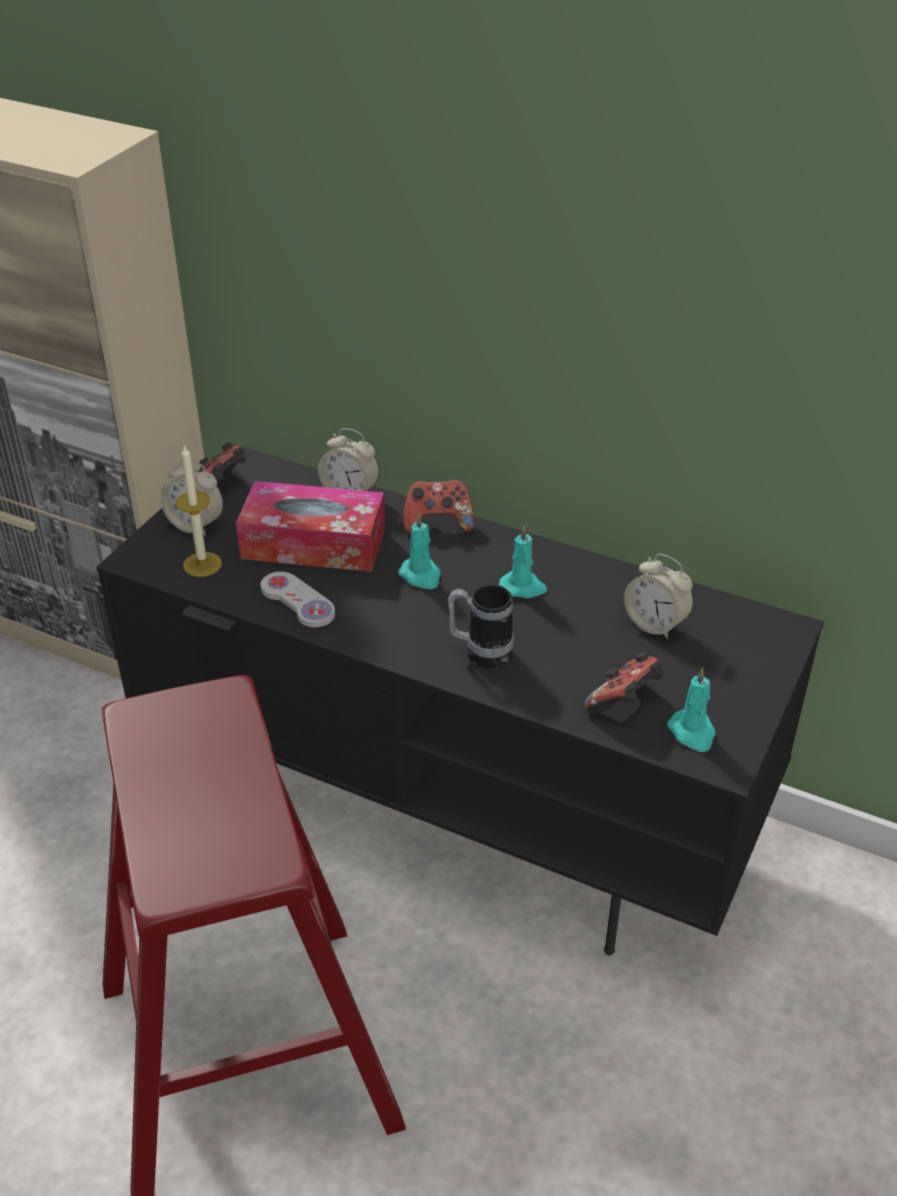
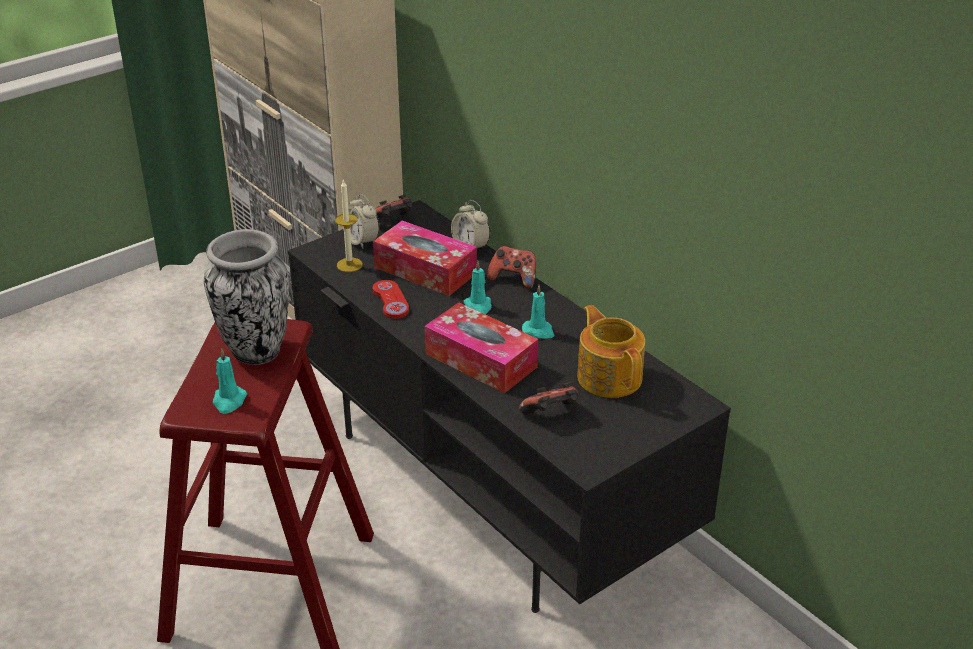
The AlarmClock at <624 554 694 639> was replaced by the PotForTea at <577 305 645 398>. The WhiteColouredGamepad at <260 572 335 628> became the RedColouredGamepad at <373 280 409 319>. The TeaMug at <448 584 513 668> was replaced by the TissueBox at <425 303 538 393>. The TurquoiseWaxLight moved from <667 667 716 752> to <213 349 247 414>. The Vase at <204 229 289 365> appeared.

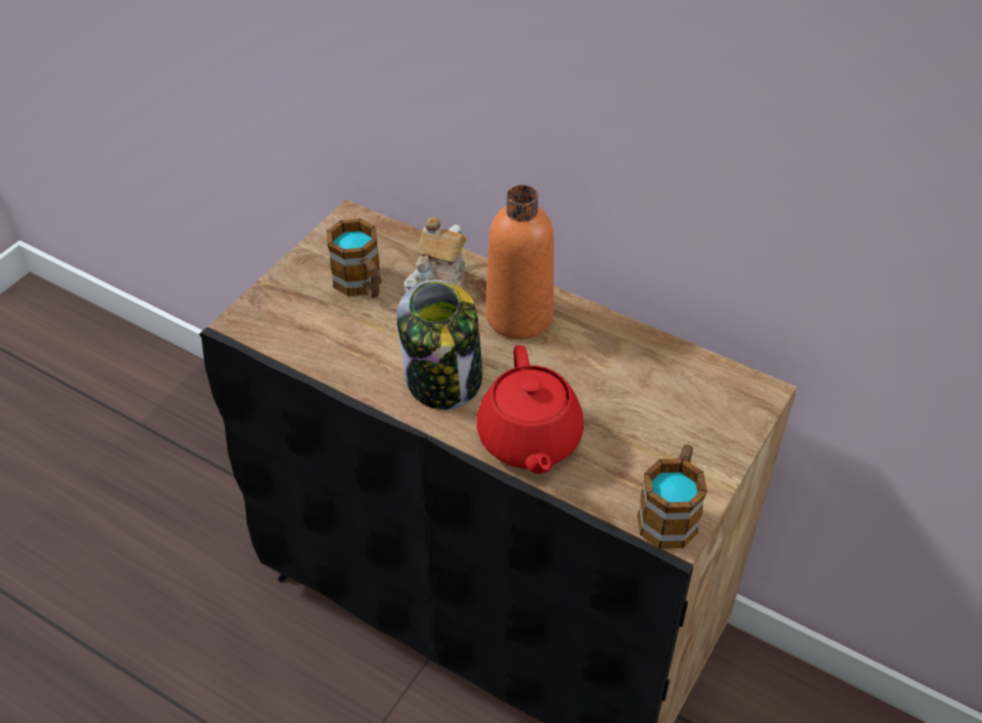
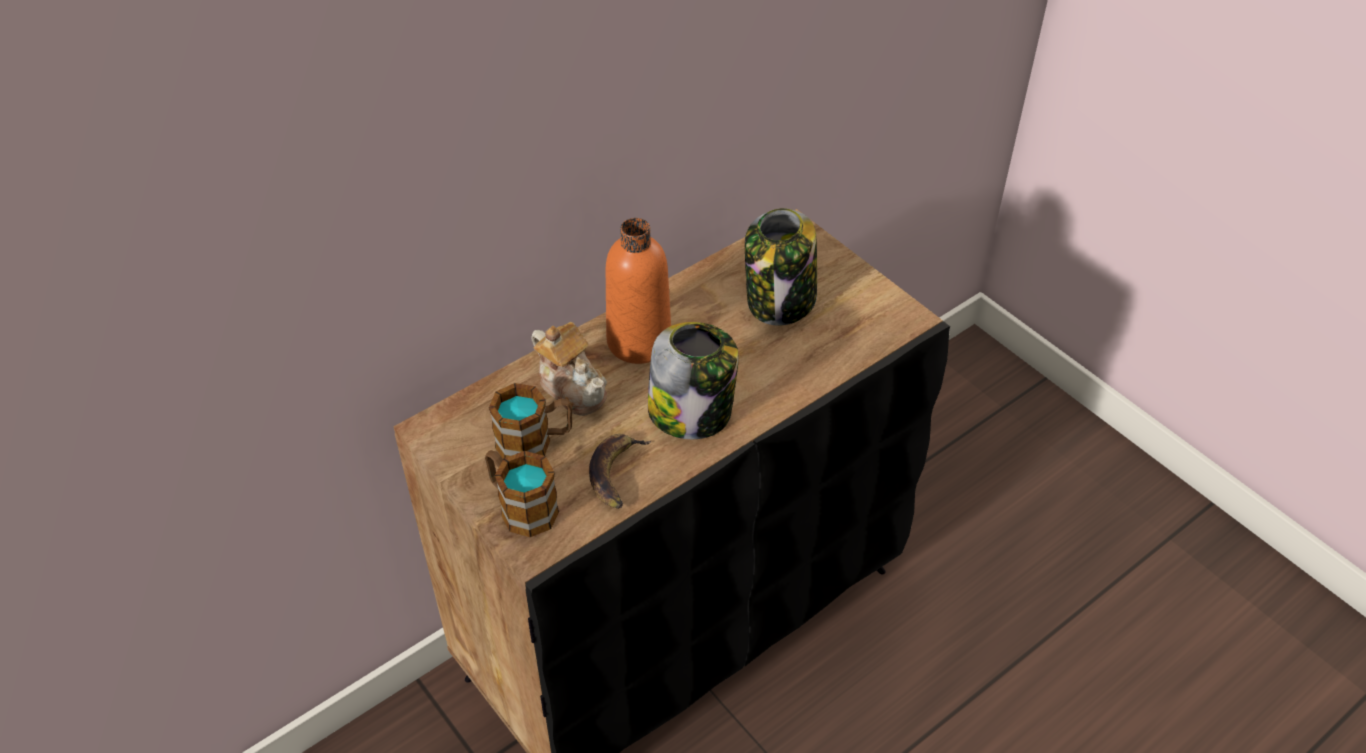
The RedColouredPotForTea at <477 345 584 474> disappeared. The TeaMug moved from <637 444 707 549> to <485 450 559 537>. The StorageJar at <745 208 817 326> appeared. The Banana at <589 434 652 509> appeared.

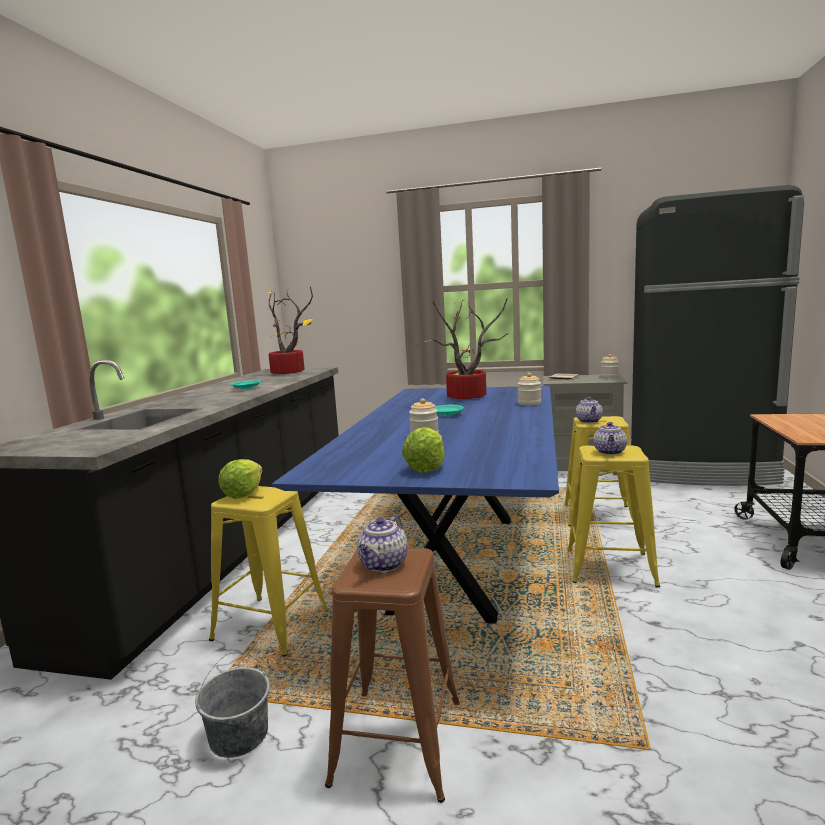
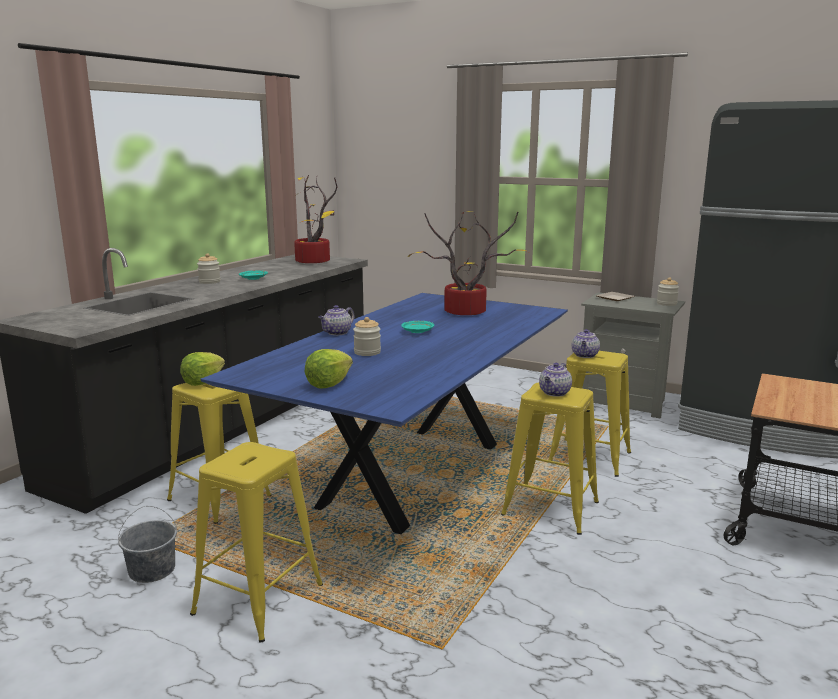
The StorageJar moved from <518 373 541 406> to <197 253 220 284>. The PotForTea moved from <357 515 408 572> to <318 305 354 335>. The BrownishSittingStool at <325 548 460 803> became the YellowSittingStool at <190 442 323 643>.

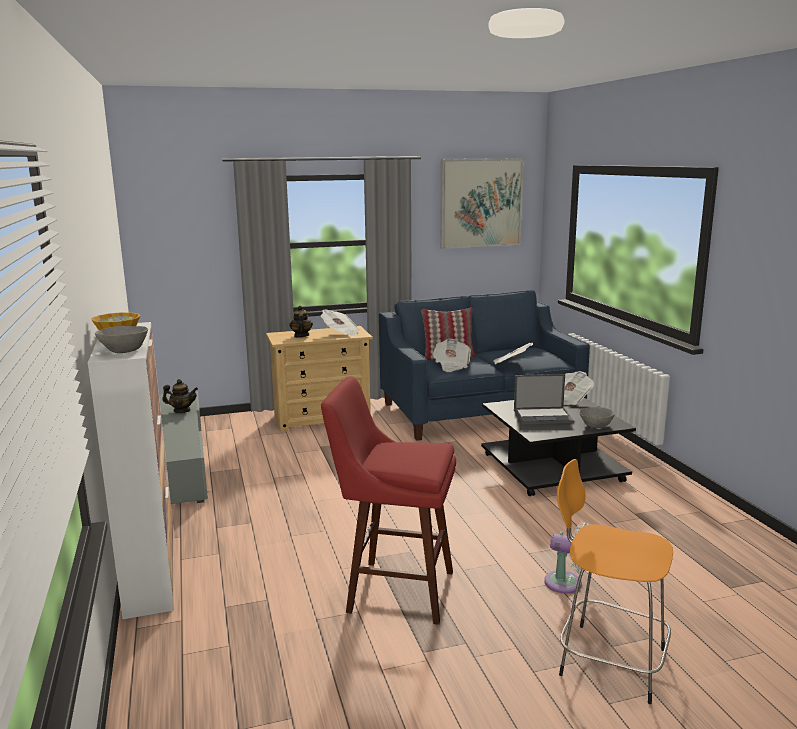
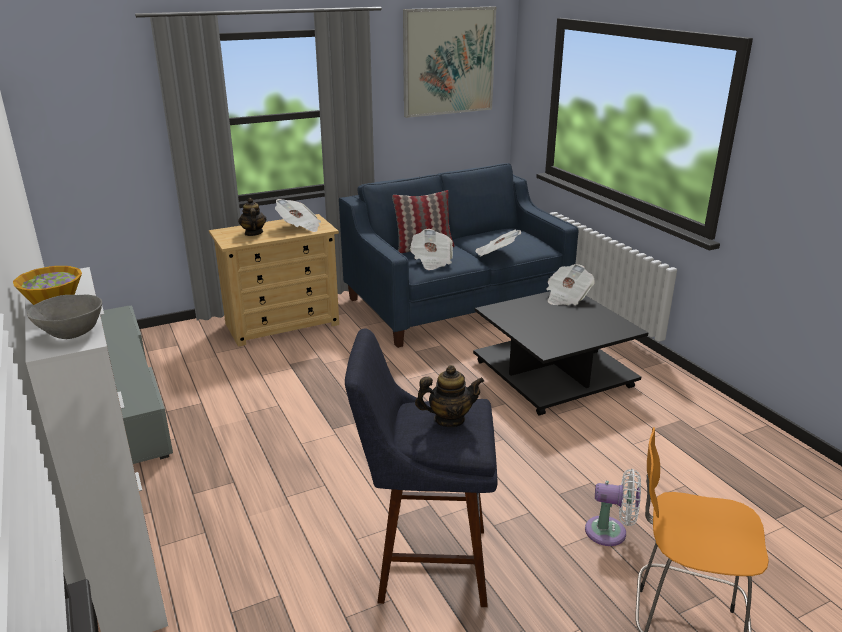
The NotebookComputer at <514 374 574 424> disappeared. The RedColouredSittingStool at <321 376 456 625> became the BlueSittingStool at <345 328 498 607>. The PotForTea moved from <162 379 198 413> to <415 365 484 428>. The GreyishDeepDish at <579 407 615 428> disappeared.

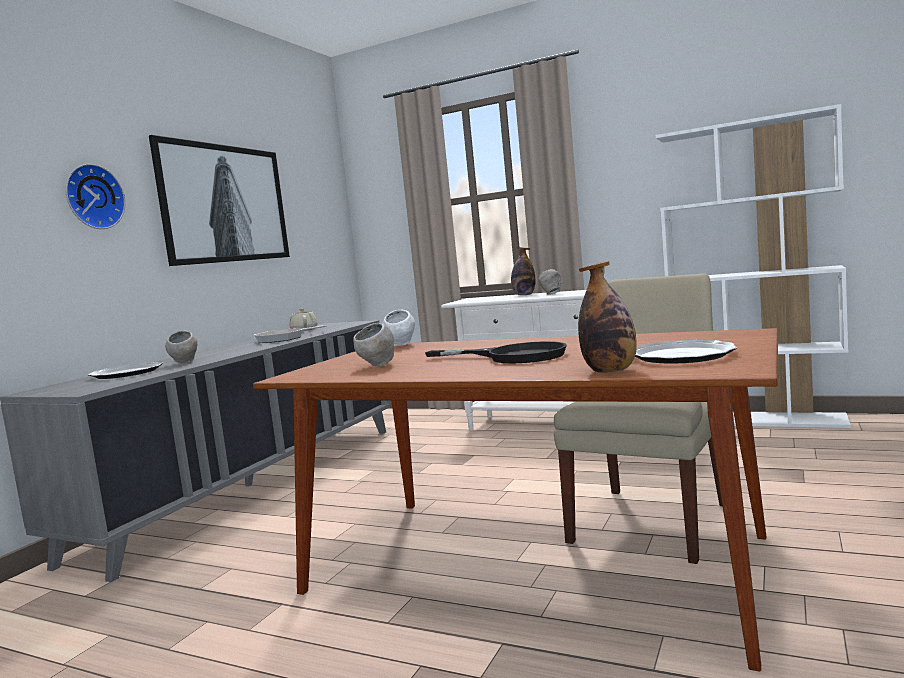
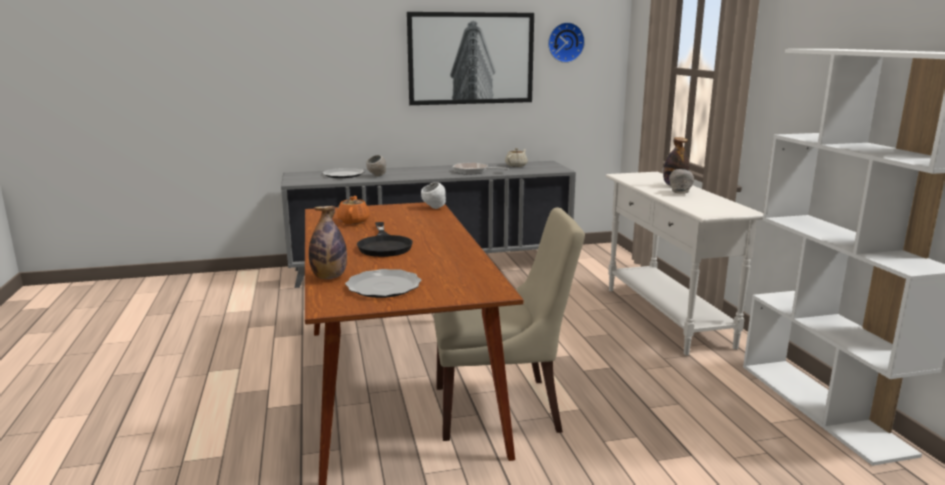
The HangingClock moved from <65 164 125 229> to <548 22 585 63>. The GreyishDeepDish at <353 323 394 366> was replaced by the OrangePotForTea at <337 196 370 224>.

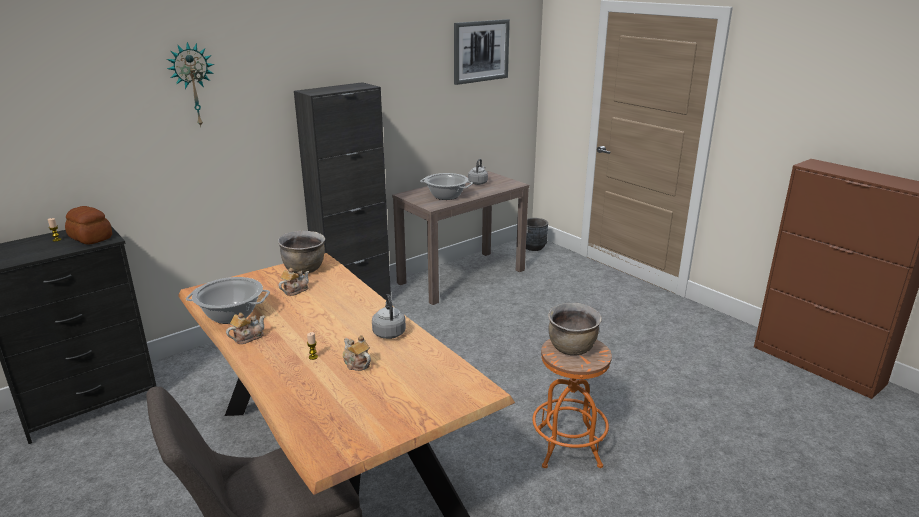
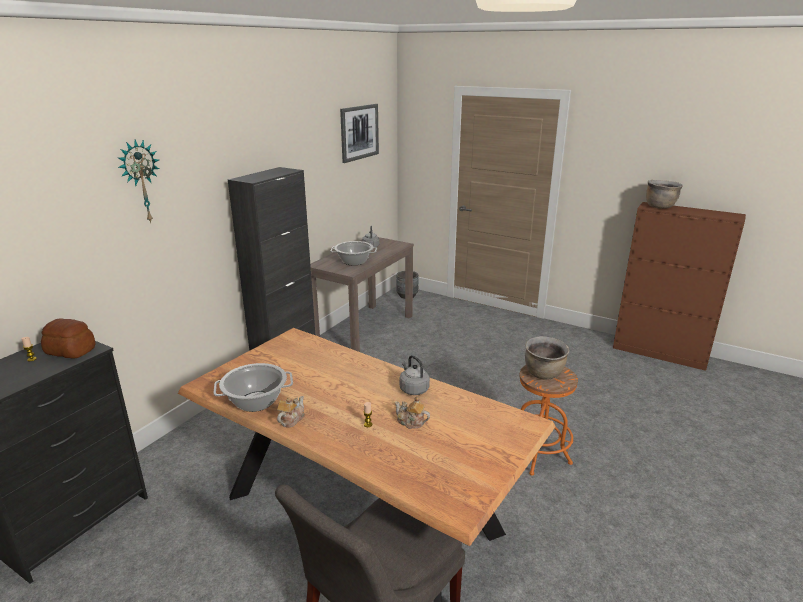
The BrownishCookingPot moved from <278 230 325 274> to <646 180 683 209>. The PotForTea at <279 268 309 296> disappeared.

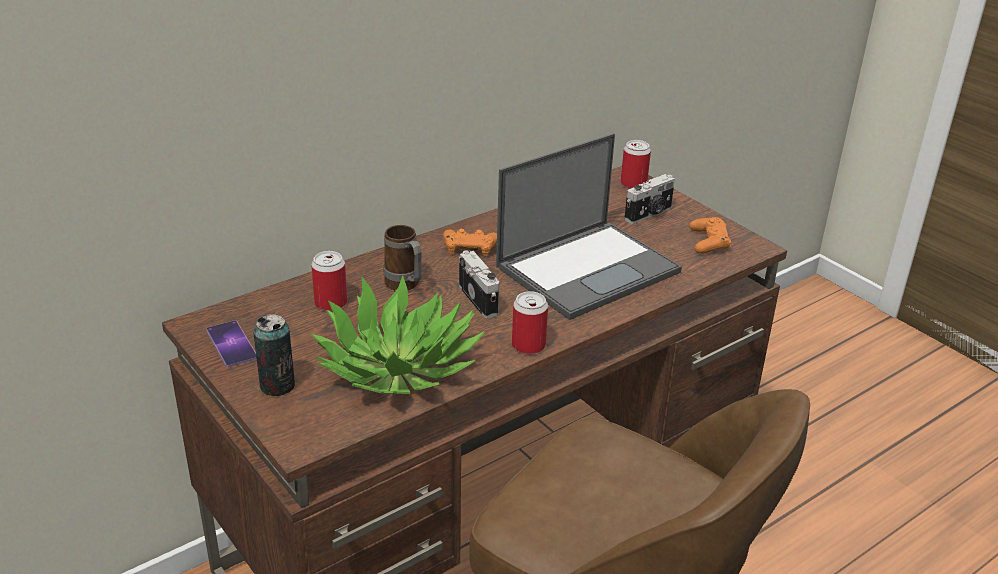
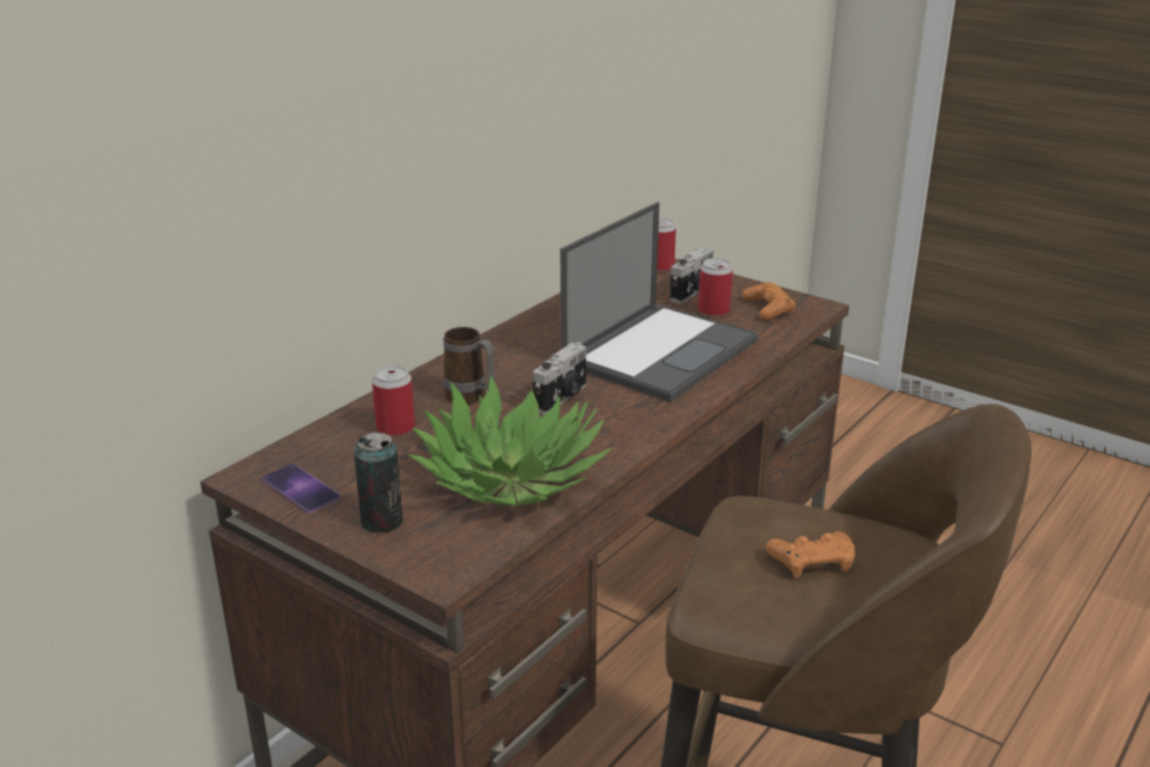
The OrangeGamepad moved from <443 229 497 256> to <766 531 855 578>. The StillCamera at <459 251 499 319> turned 75 degrees clockwise. The MetalCan moved from <512 291 548 354> to <698 258 733 317>.

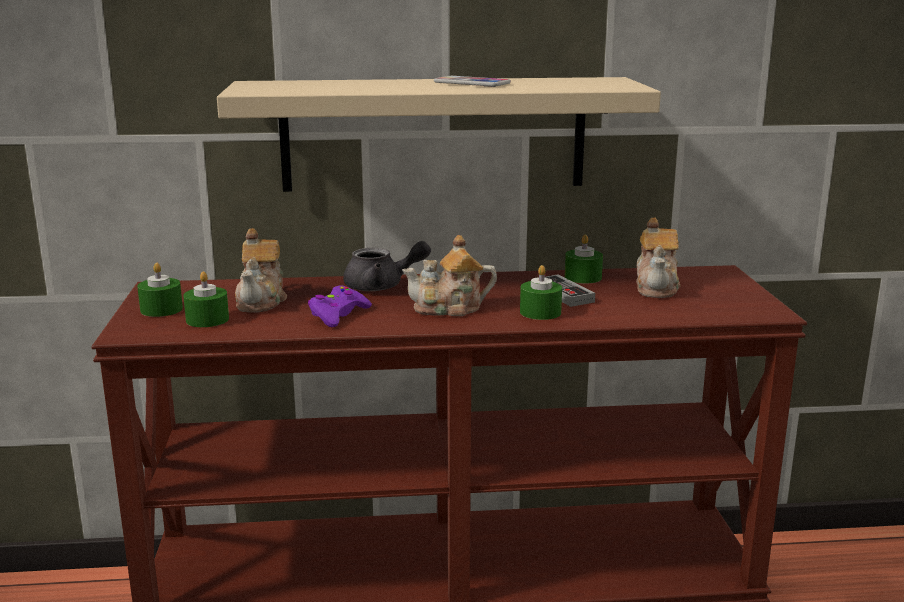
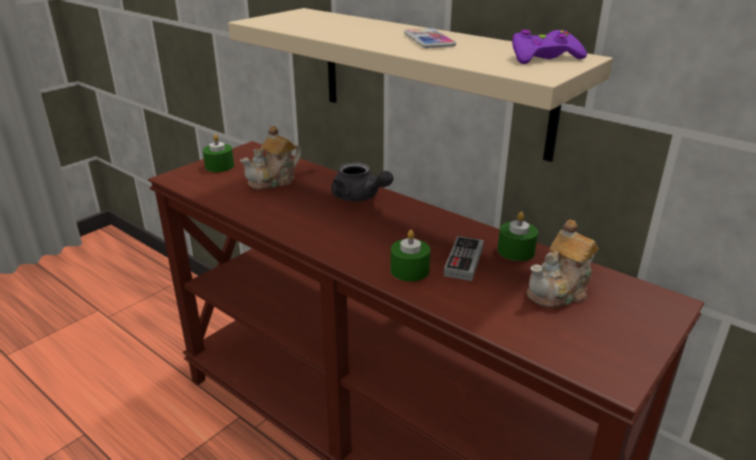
The PotForTea at <402 235 497 316> disappeared. The GreenWaxLight at <183 271 229 327> disappeared. The PurplishGamepad moved from <308 285 372 327> to <512 30 587 64>.

